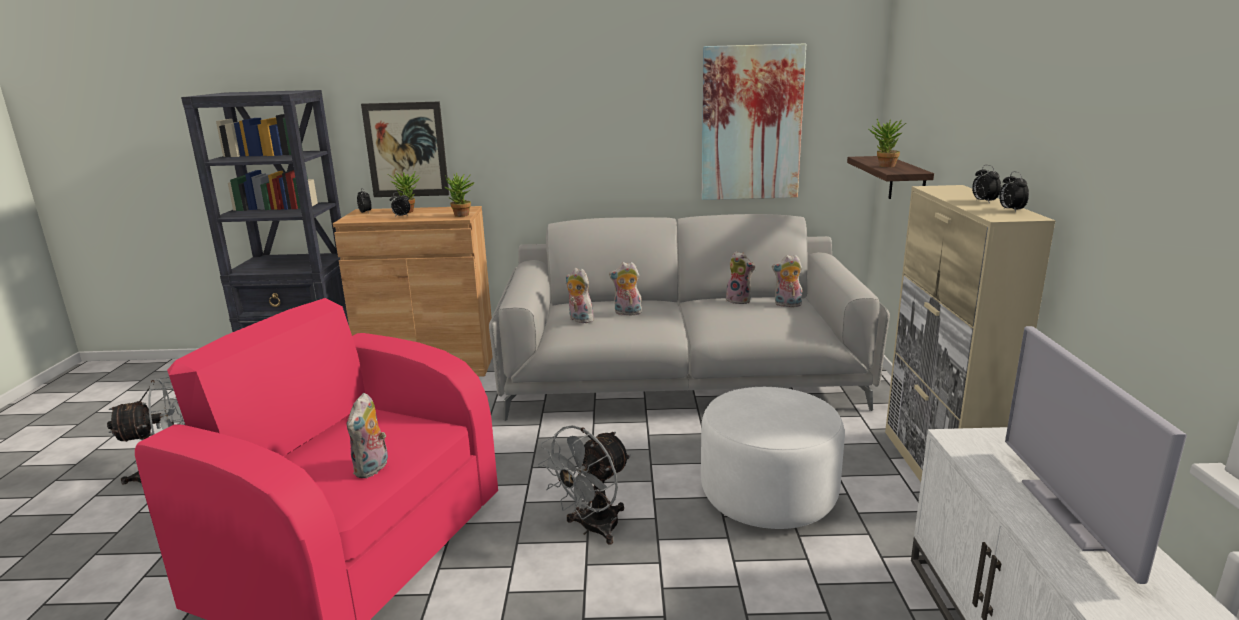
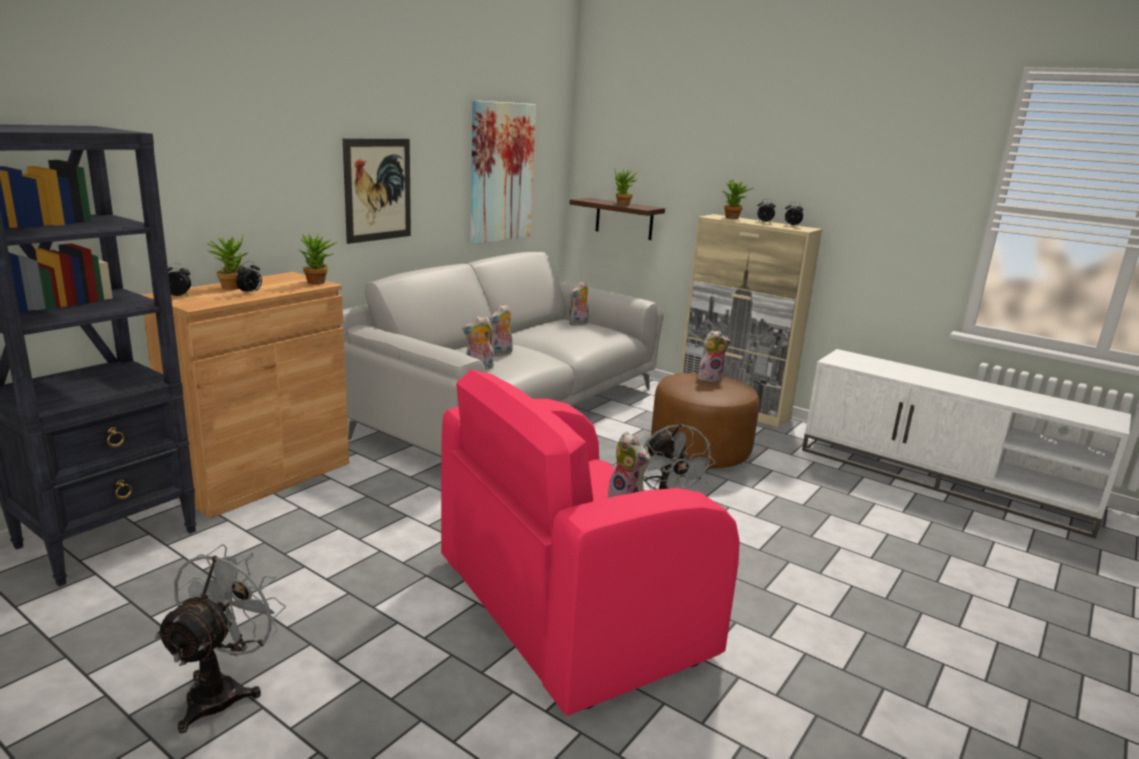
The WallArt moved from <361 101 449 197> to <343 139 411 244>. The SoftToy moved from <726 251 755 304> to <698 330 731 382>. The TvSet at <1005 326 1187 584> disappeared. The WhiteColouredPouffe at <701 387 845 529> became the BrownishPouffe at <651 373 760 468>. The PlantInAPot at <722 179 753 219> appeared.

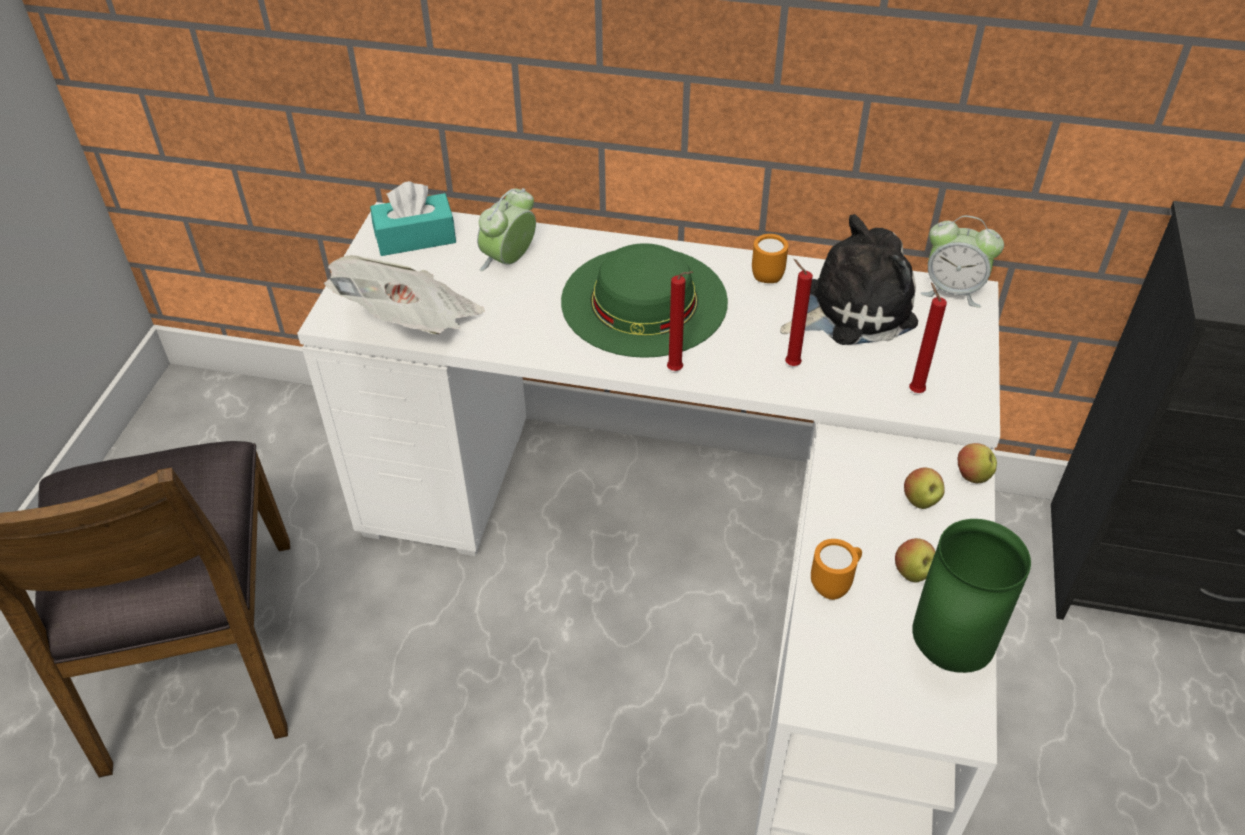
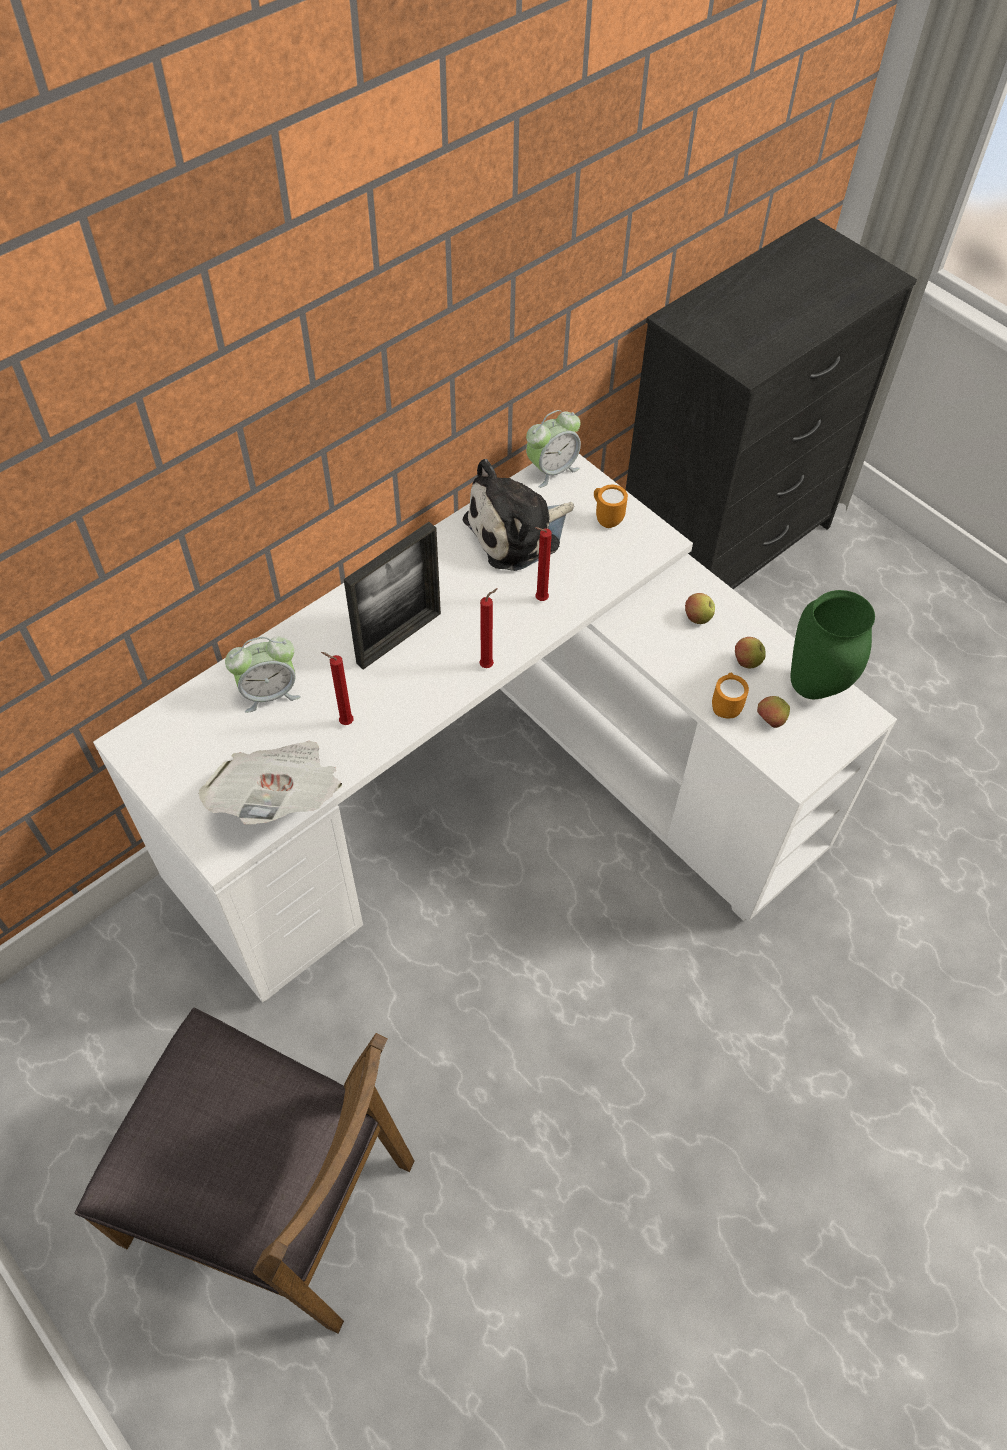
The TurquoiseTissueBox at <370 181 456 256> disappeared. The AlarmClock at <477 188 536 271> turned 90 degrees counterclockwise. The SoftToy at <780 214 918 345> turned 135 degrees counterclockwise. The OrangeTeaMug moved from <752 234 789 283> to <594 485 628 528>. The GreenHat at <561 243 728 358> was replaced by the PictureFrame at <344 522 441 670>. The RedColouredWaxLight moved from <909 282 947 393> to <321 652 354 725>. The WholeApple moved from <957 443 997 483> to <757 696 790 728>.

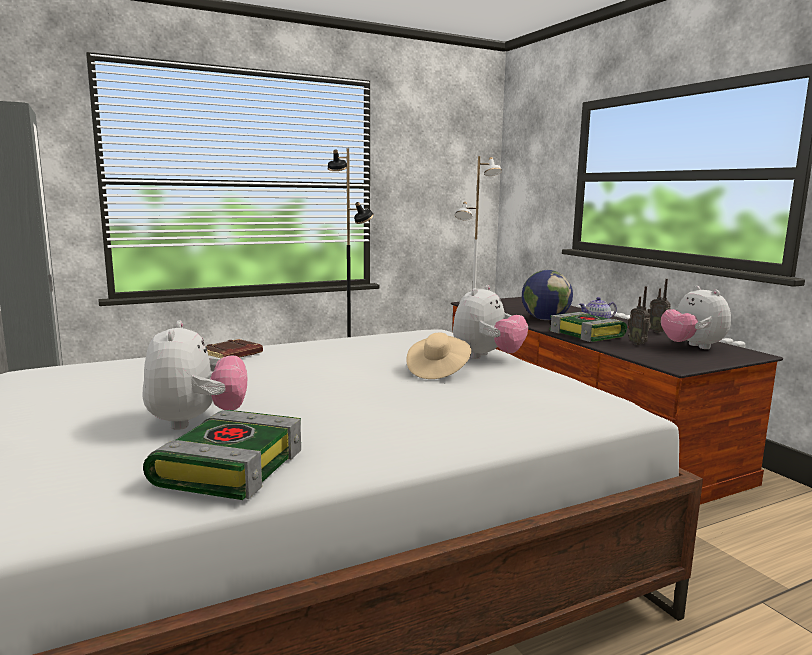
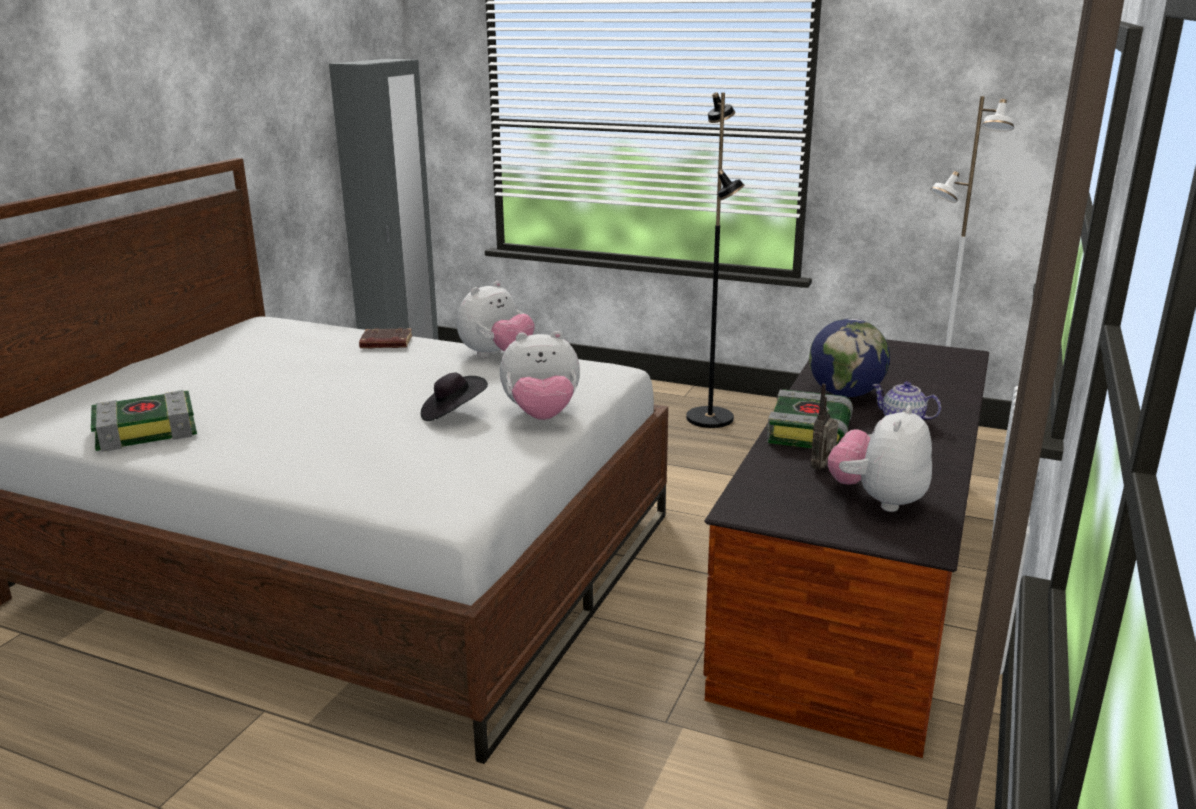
The RadioReceiver at <648 279 671 333> disappeared. The SoftToy moved from <142 320 247 430> to <457 281 535 358>. The BeigeHat at <407 333 471 379> became the BlackHat at <421 373 488 421>.

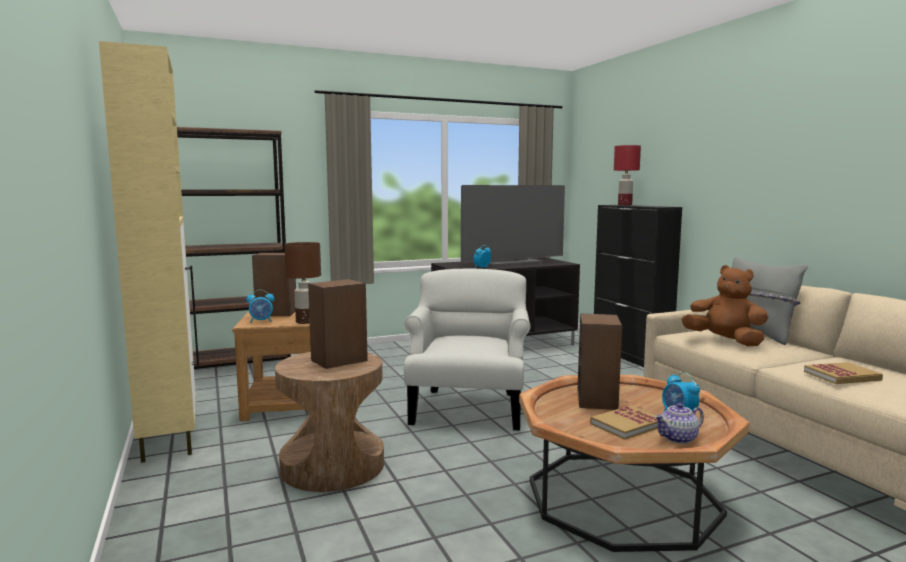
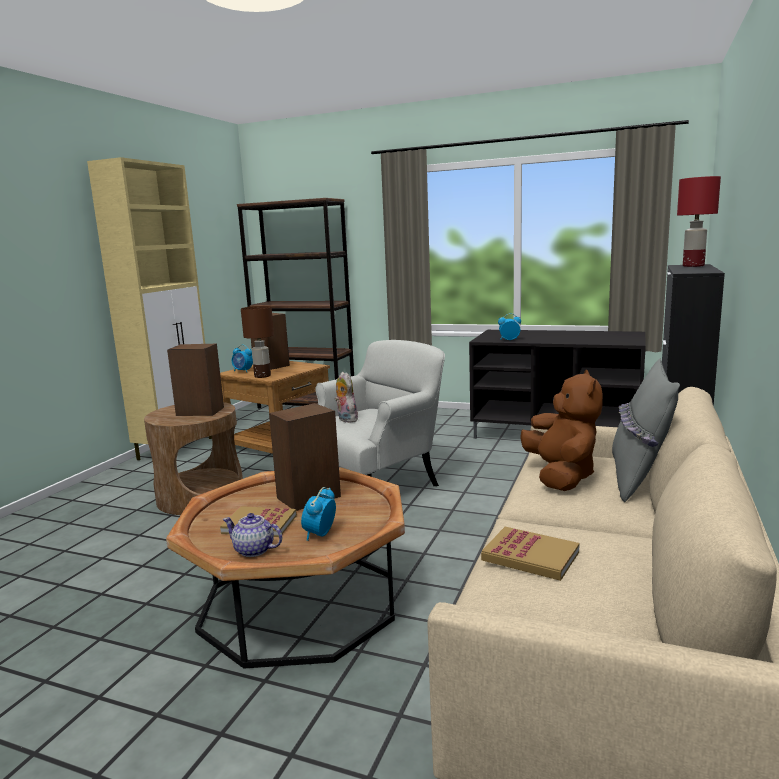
The TvSet at <461 185 565 266> disappeared. The SoftToy at <335 372 359 423> appeared.

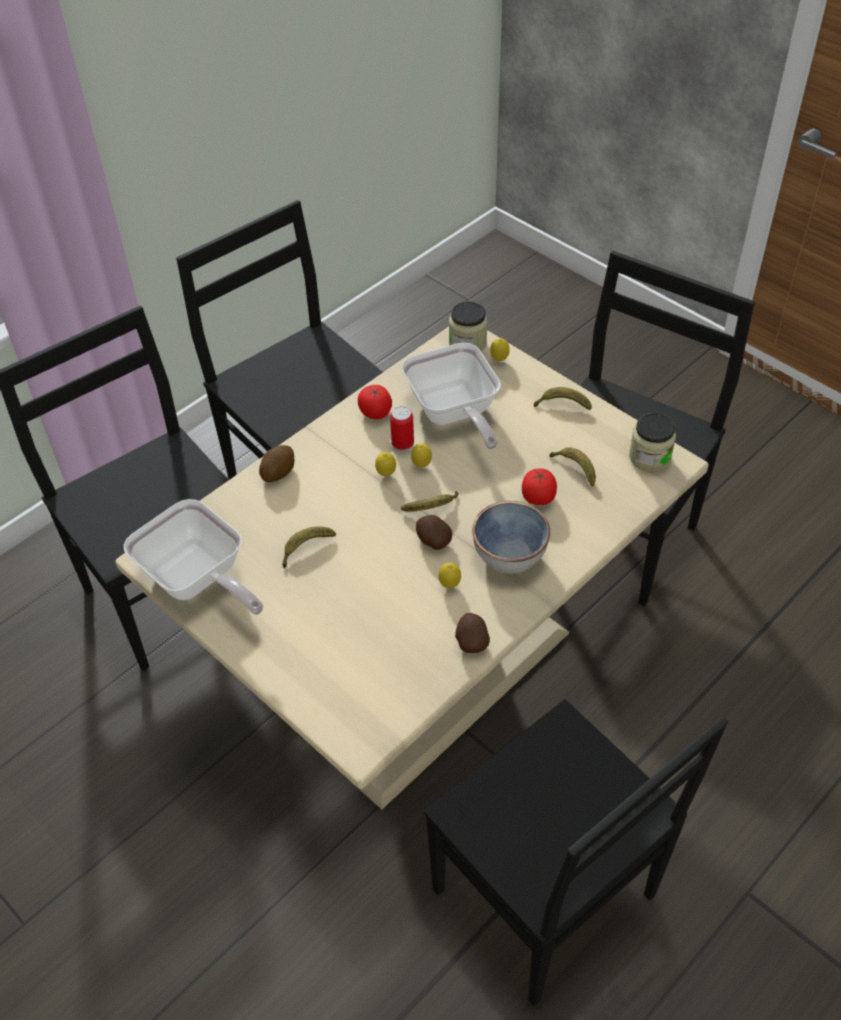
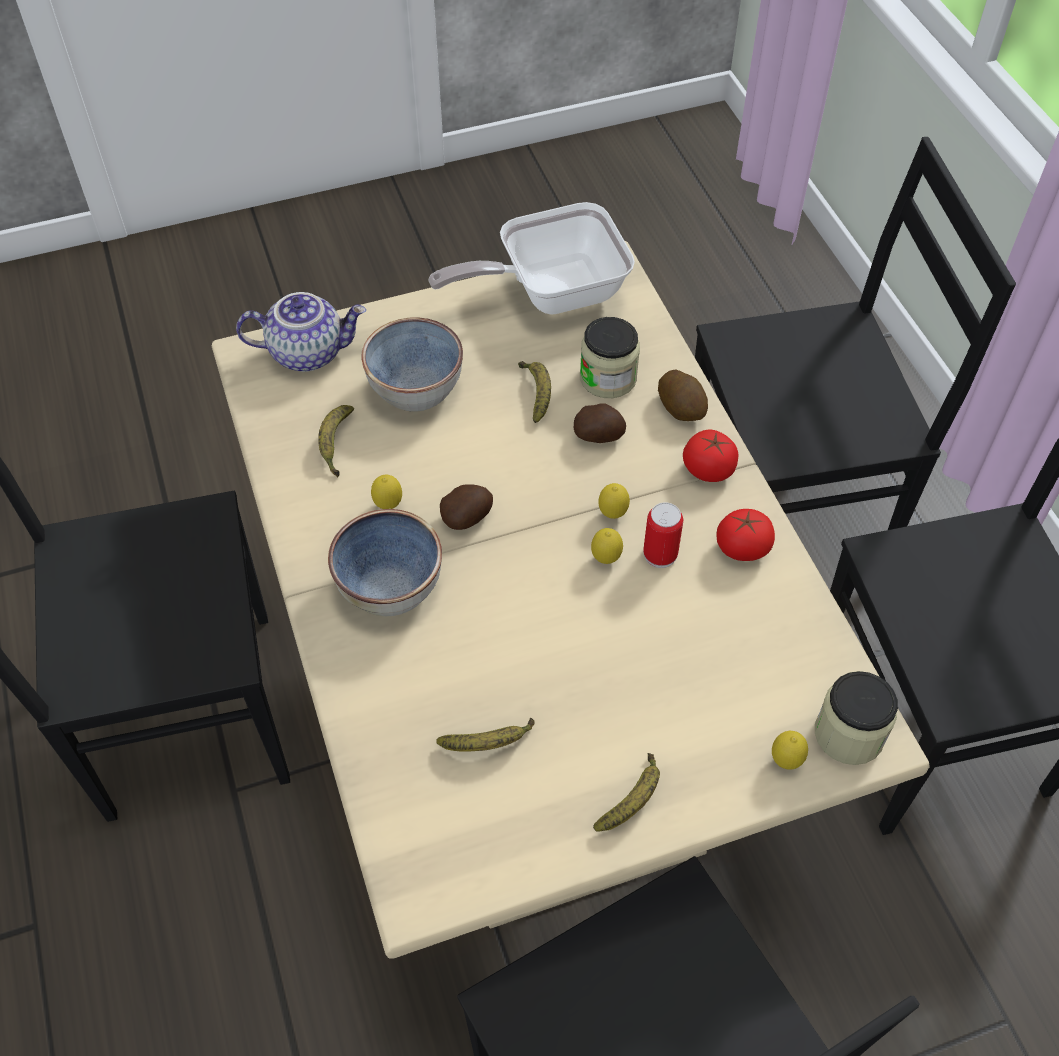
The FryingPan at <401 343 501 450> disappeared. The StorageJar moved from <629 413 676 472> to <580 317 640 398>. The FreshTomato moved from <522 468 557 505> to <683 429 738 482>. The Banana moved from <401 491 459 512> to <318 405 354 477>. The WholePotato moved from <455 613 490 653> to <574 404 626 443>. The PotForTea at <236 292 366 372> appeared. The DeepDish at <361 317 463 412> appeared.

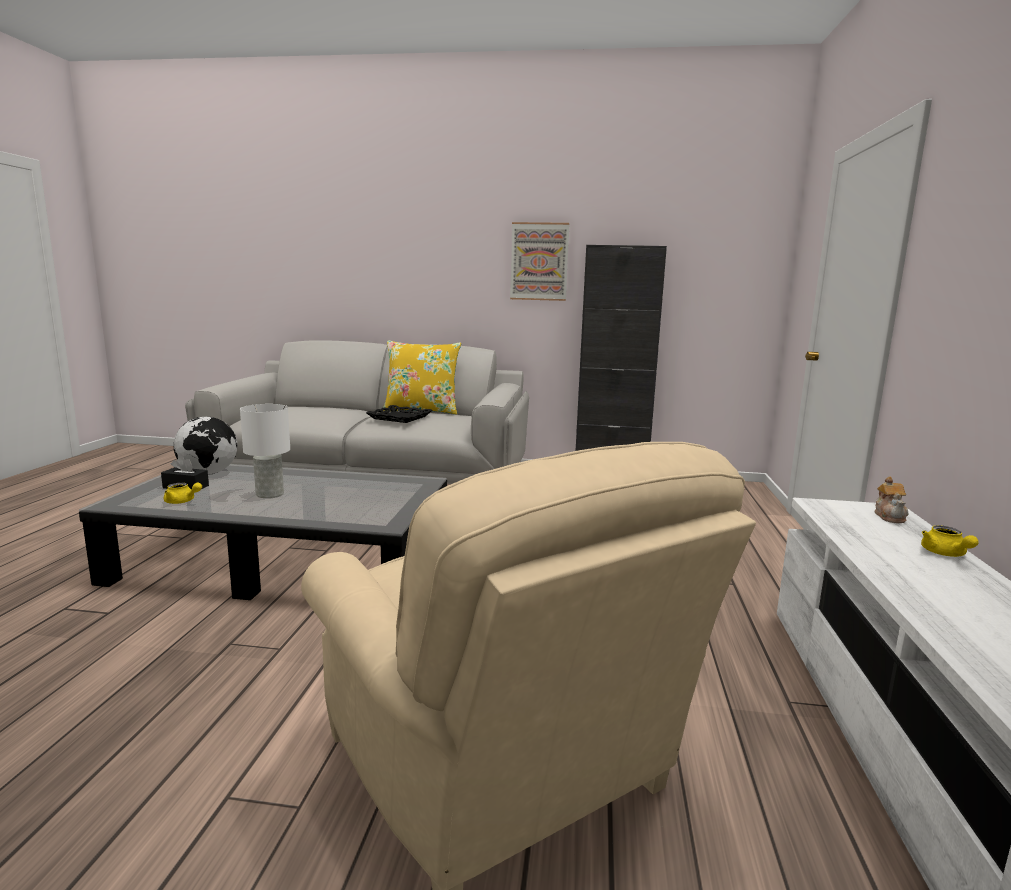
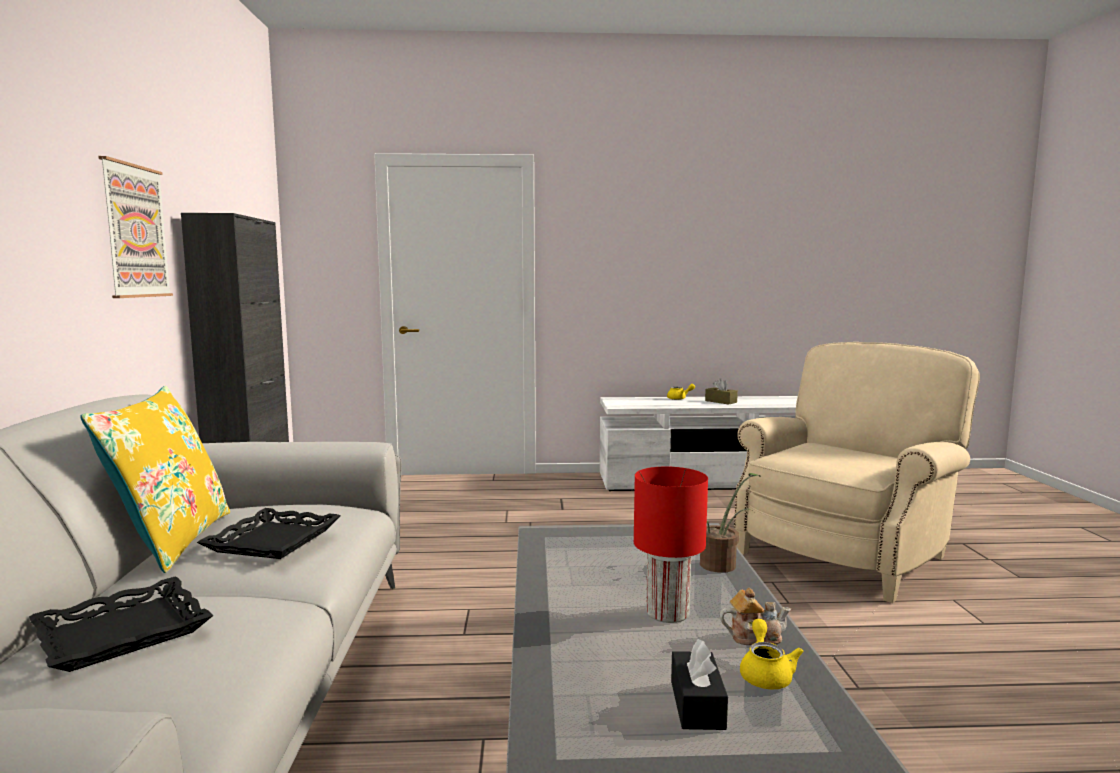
The WhiteColouredTabletopLamp at <240 404 290 498> became the RedColouredTabletopLamp at <634 467 708 623>. The WorldGlobe at <173 417 237 475> disappeared. The PotForTea moved from <874 477 909 523> to <720 588 791 645>. The BrownishTissueBox at <705 378 738 404> appeared. The PlantInAPot at <700 473 761 573> appeared. The BlackCarryingTray at <29 577 213 672> appeared.

